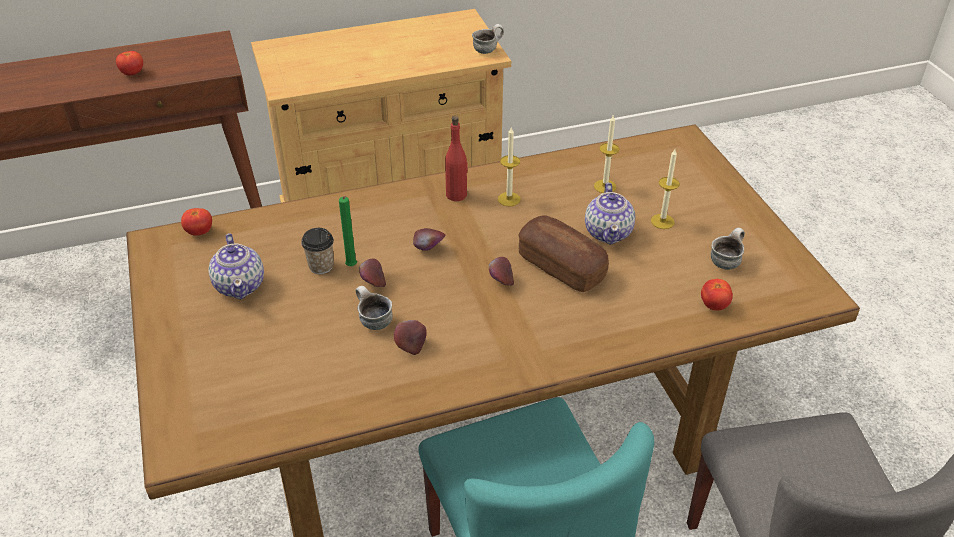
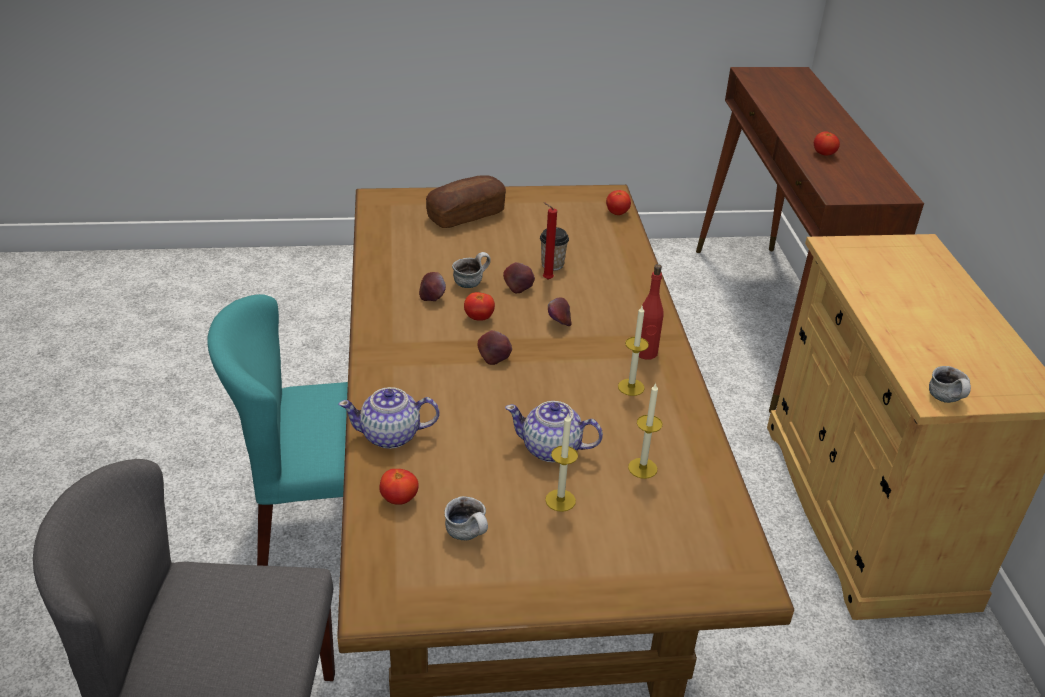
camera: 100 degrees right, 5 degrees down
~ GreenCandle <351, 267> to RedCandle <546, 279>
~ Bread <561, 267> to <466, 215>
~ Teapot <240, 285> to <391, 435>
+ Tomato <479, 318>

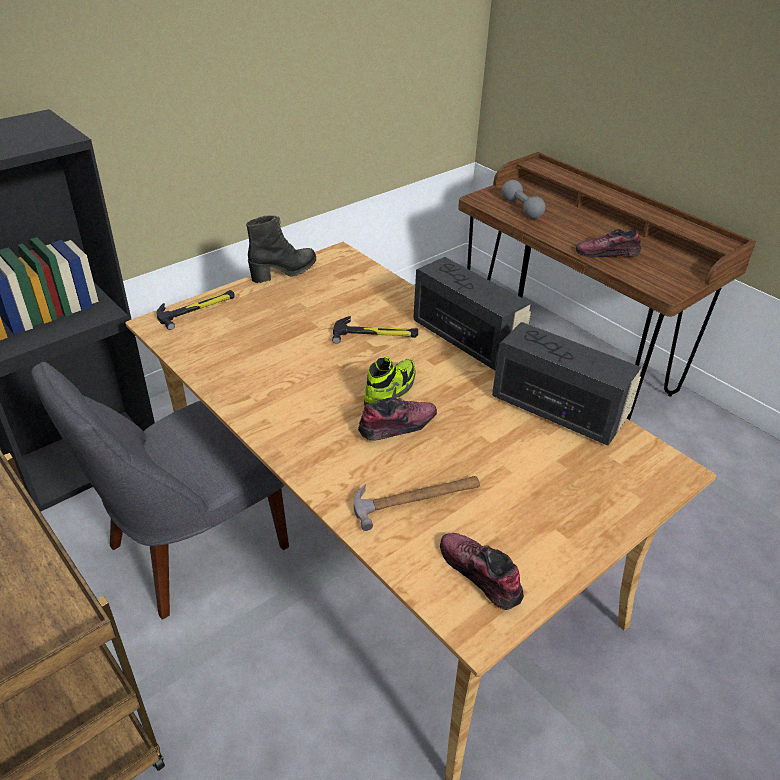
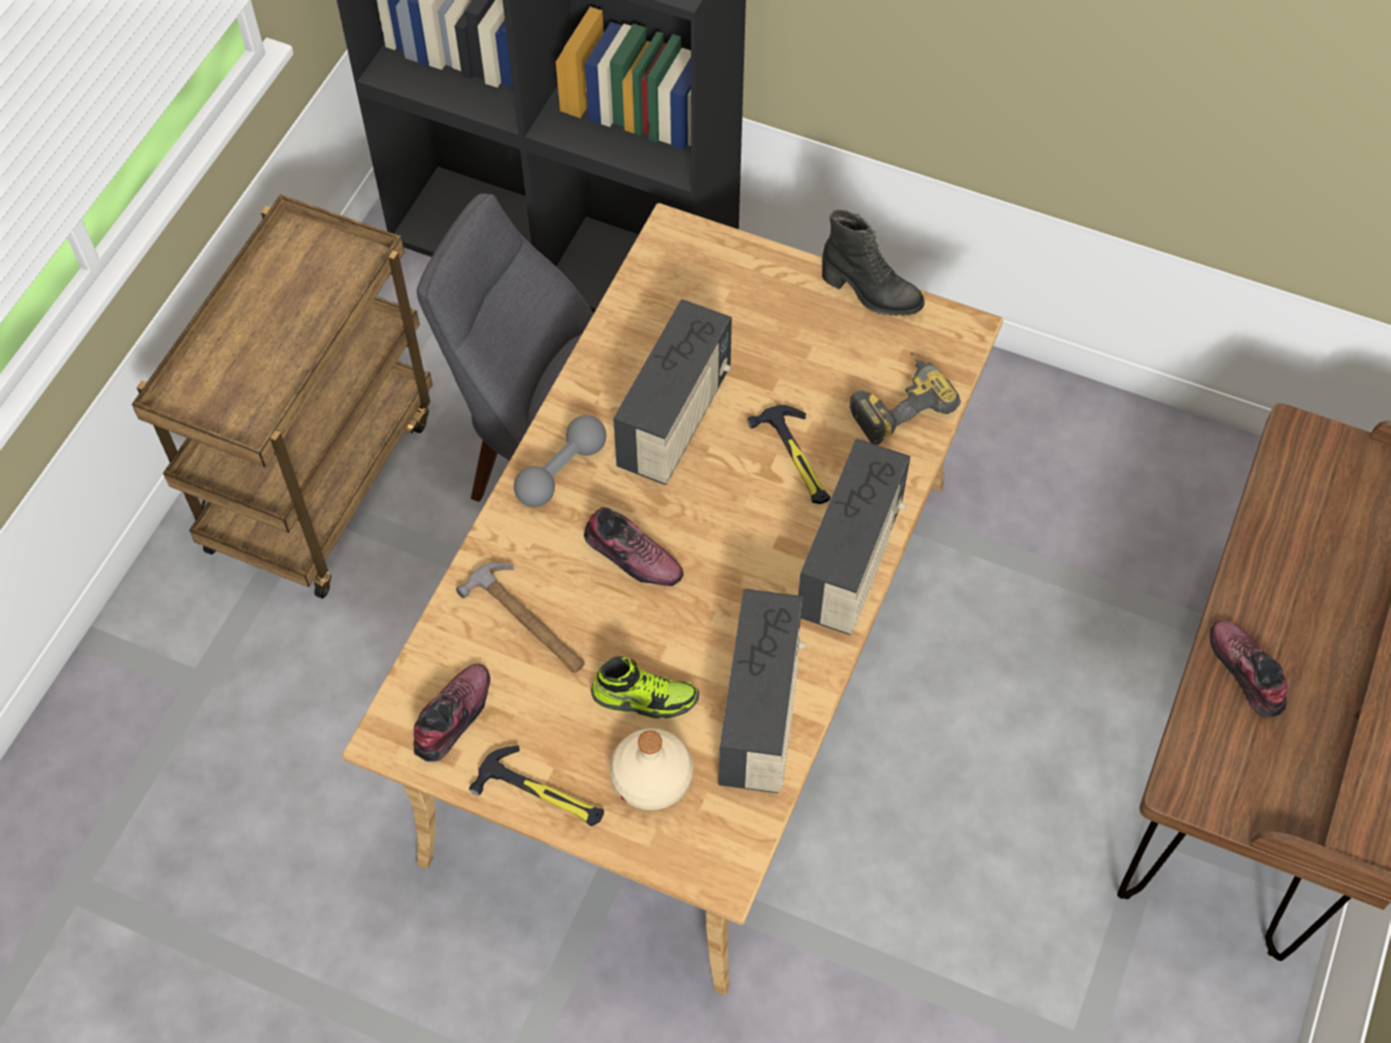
camera: 65 degrees right, 20 degrees up
~ GreyDumbbell <521, 208> to <561, 471>
~ Hammer <197, 309> to <542, 793>
~ Shoe <390, 392> to <645, 698>
+ Radio <675, 420>
+ PowerDrill <898, 403>
+ BeigeBottle <651, 778>

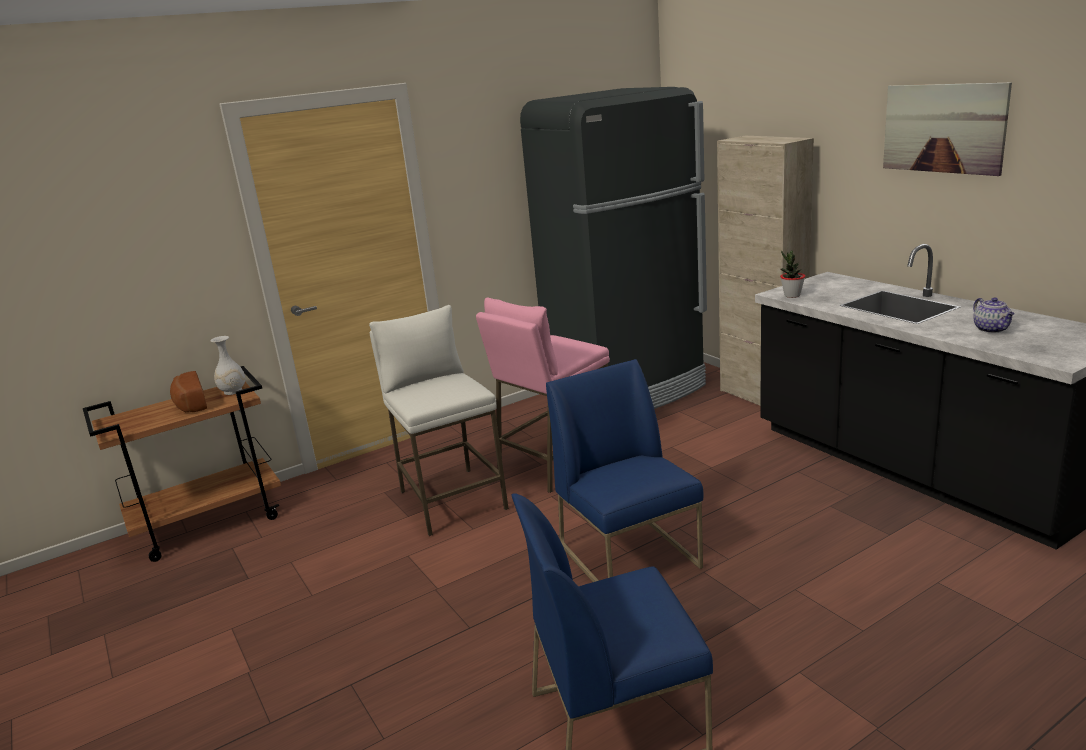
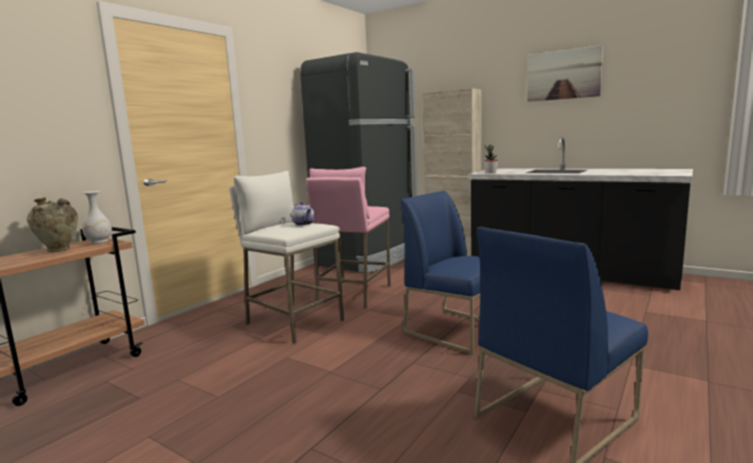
camera: 25 degrees left, 10 degrees down
~ Teapot <992, 329> to <304, 224>
~ Bread <189, 404> to BeigeVase <59, 250>

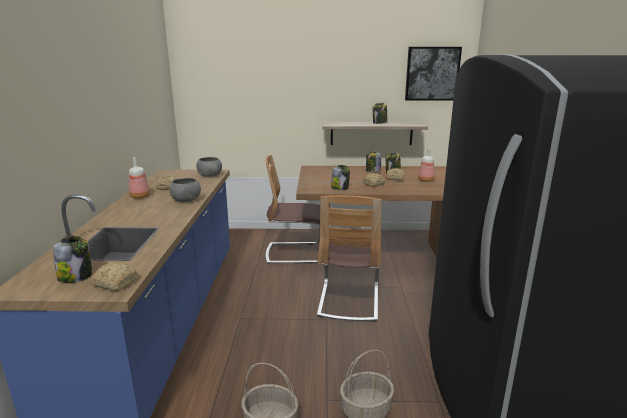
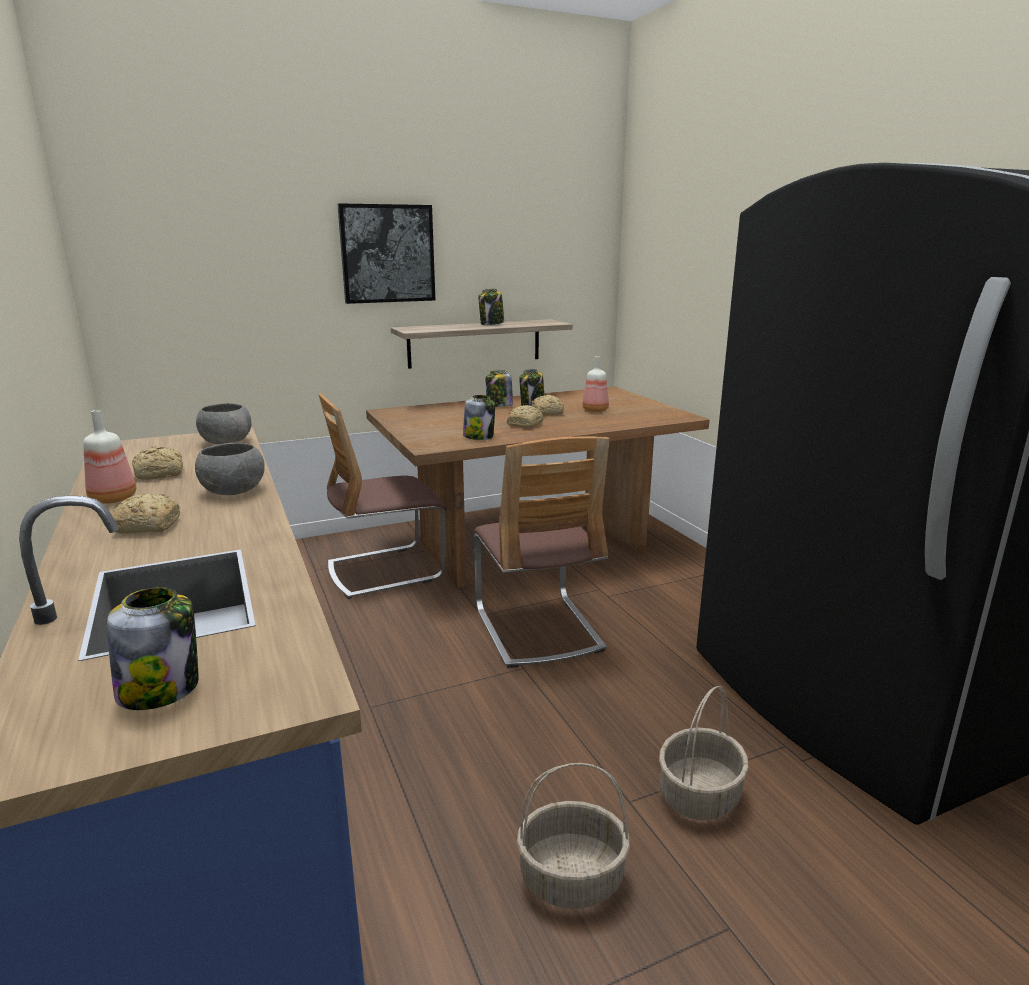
camera: 25 degrees left, 0 degrees up
~ Picture <432, 73> to <387, 254>
~ Bread <115, 283> to <146, 526>

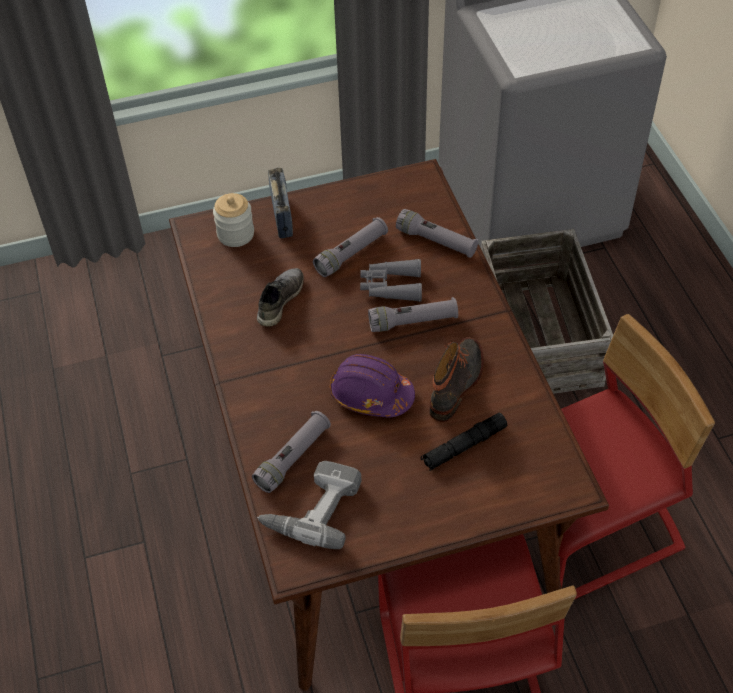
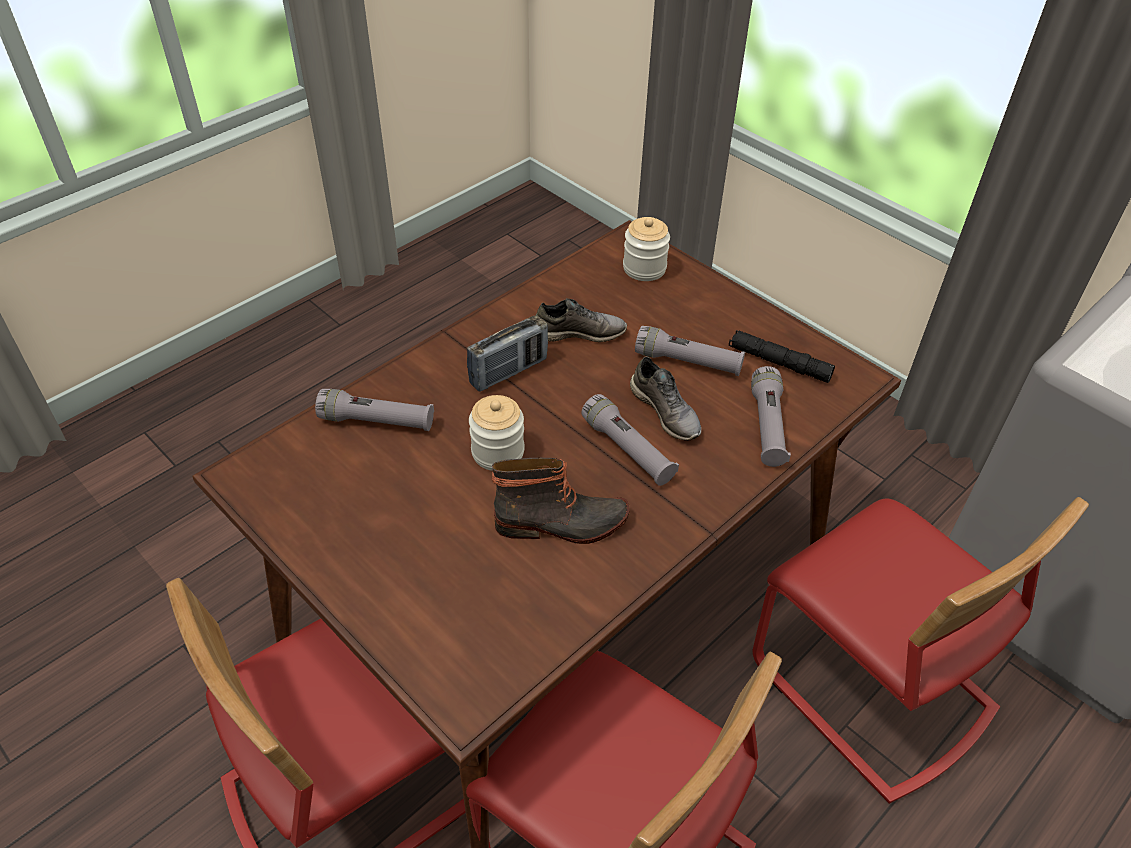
camera: 60 degrees right, 5 degrees down
~ Radio <282, 216> to <508, 372>
~ Crate <539, 336> to RedChair <870, 687>
~ GreyBinoculars <390, 286> to GreyShoe <666, 411>
~ PurpleHardHat <371, 394> to Jar <498, 452>
~ BlackFlashlight <464, 446> to <779, 363>
- PowerDrill <312, 508>

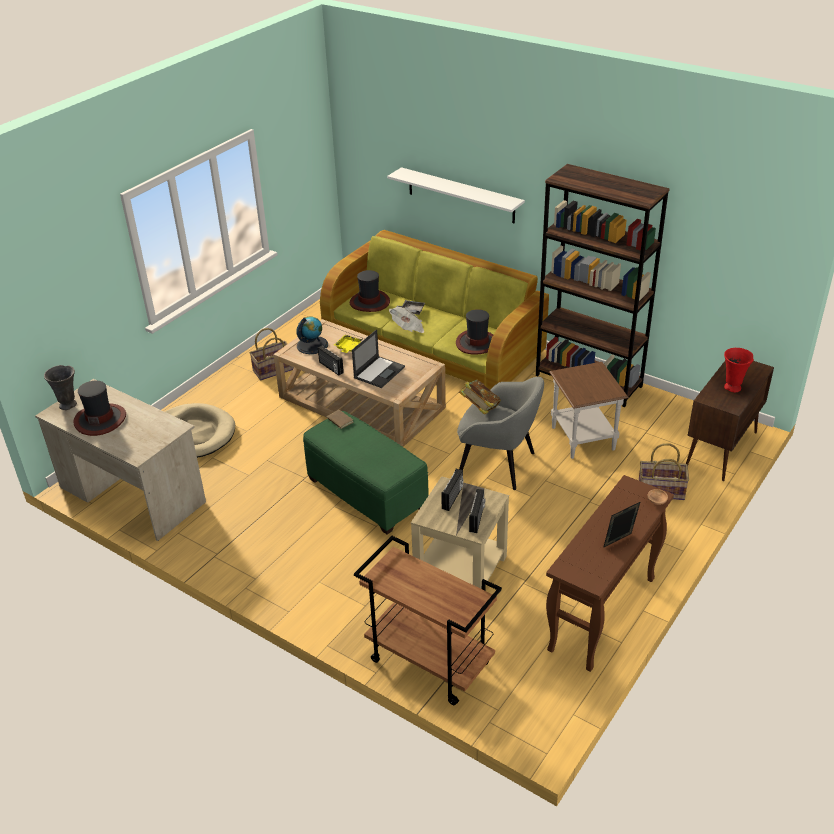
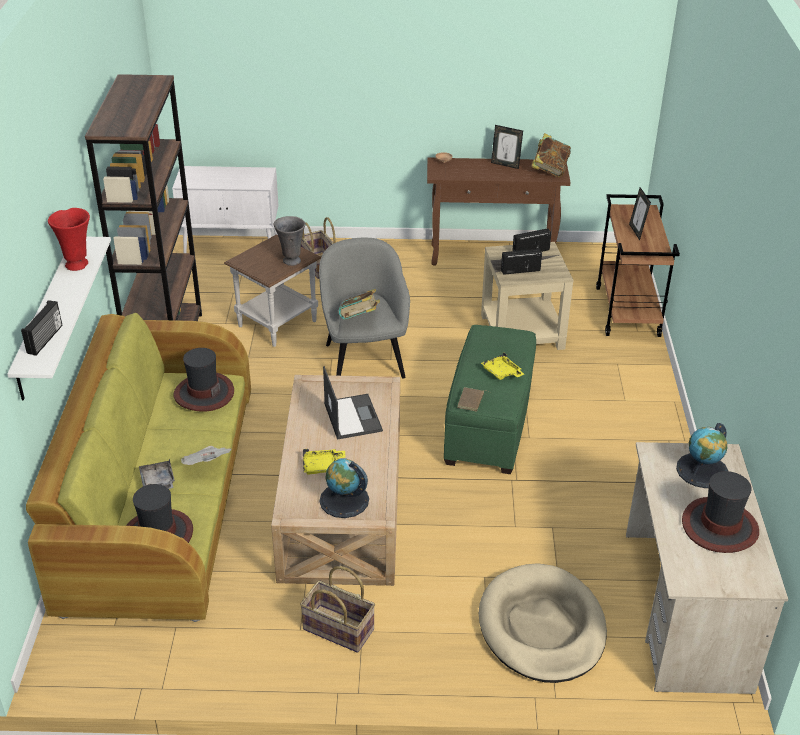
camera: 125 degrees left, 0 degrees up
~ Laptop <379, 372> = <352, 416> 75 degrees clockwise
~ Radio <330, 367> to <46, 339>
~ RedVase <732, 388> to <78, 264>
~ BrownCabinet <721, 450> to WhiteCabinet <233, 250>
~ GreyVase <68, 405> to <291, 260>
+ Book <549, 170>
+ PictureFrame <636, 232>
+ YellowTray <502, 373>
+ Globe <702, 470>

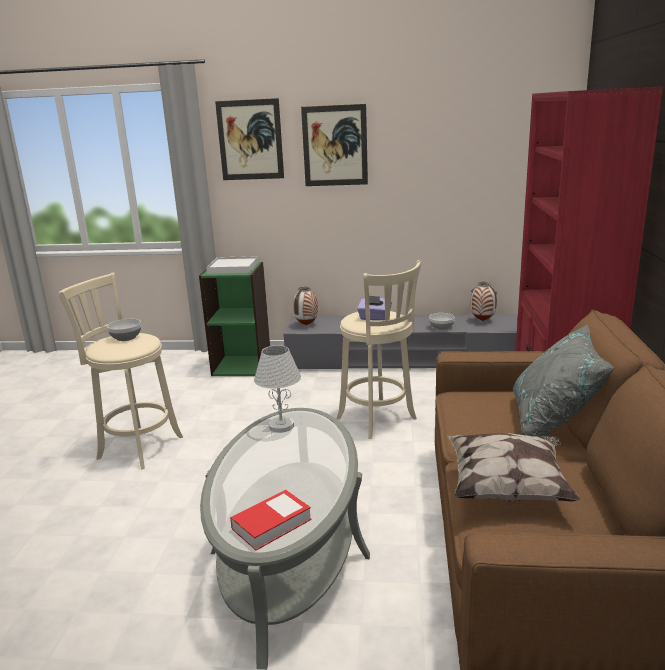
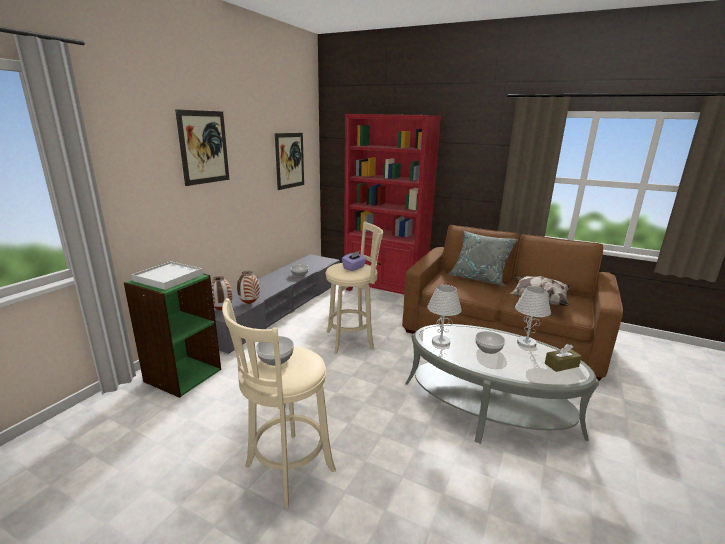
camera: 70 degrees left, 0 degrees up
~ Picture <250, 140> to <290, 160>
~ Vase <483, 320> to <249, 303>
~ Book <271, 524> to BrownTissueBox <561, 365>
+ WhiteTableLamp <526, 343>
+ Bowl <489, 349>

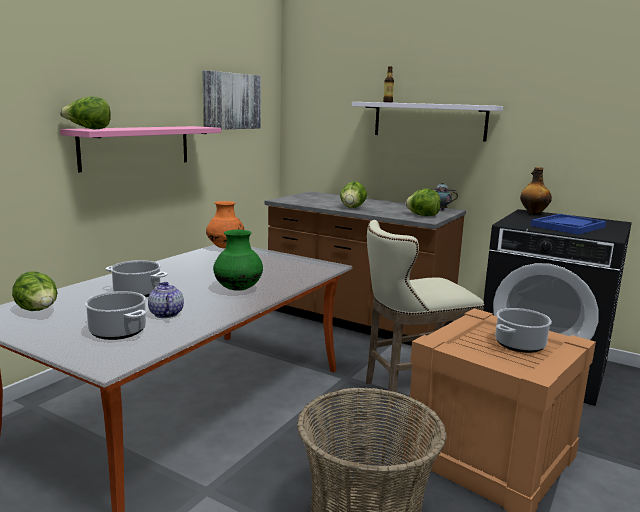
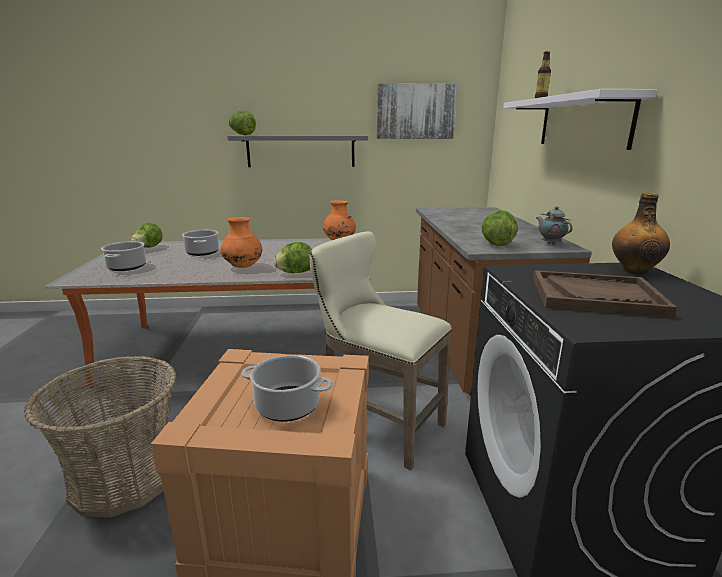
camera: 55 degrees right, 5 degrees up
~ PinkShelf <136, 147> to GreyShelf <301, 151>
~ Lettuce <352, 208> to <295, 273>
~ BlueTray <568, 226> to BrownTray <596, 296>
~ GreenVase <238, 289> to OrangeVase <243, 267>
- Teapot <165, 314>

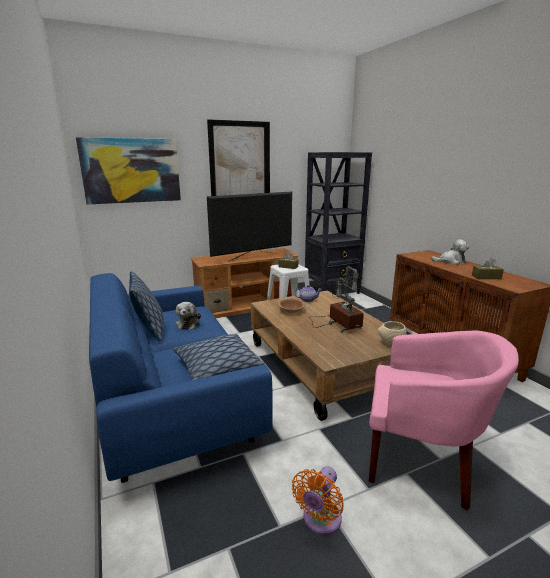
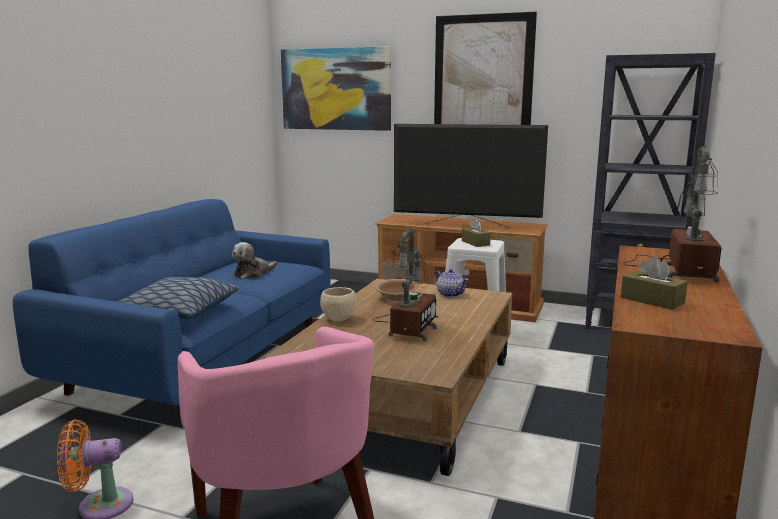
camera: 45 degrees right, 5 degrees down
~ PlushToy <450, 261> to TableLamp <680, 271>
- Pillow <149, 331>
~ BeigeBowl <391, 344> to <338, 319>

